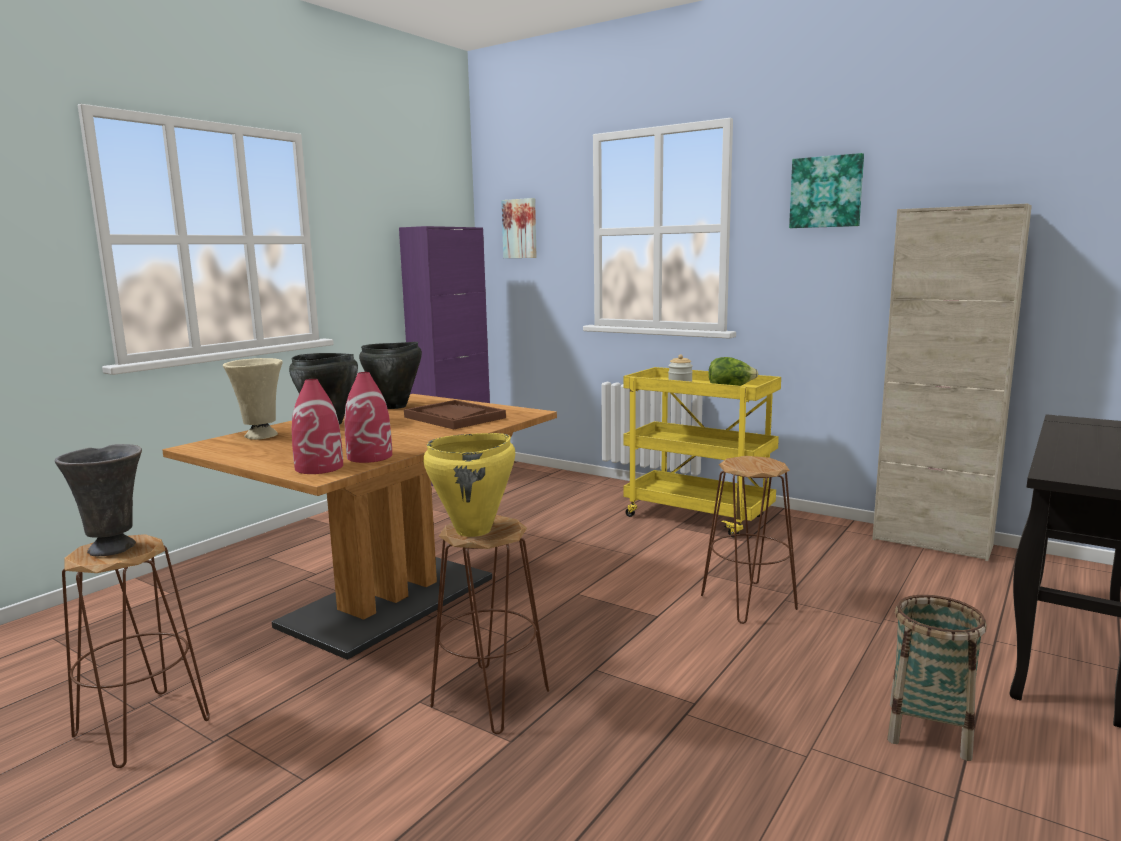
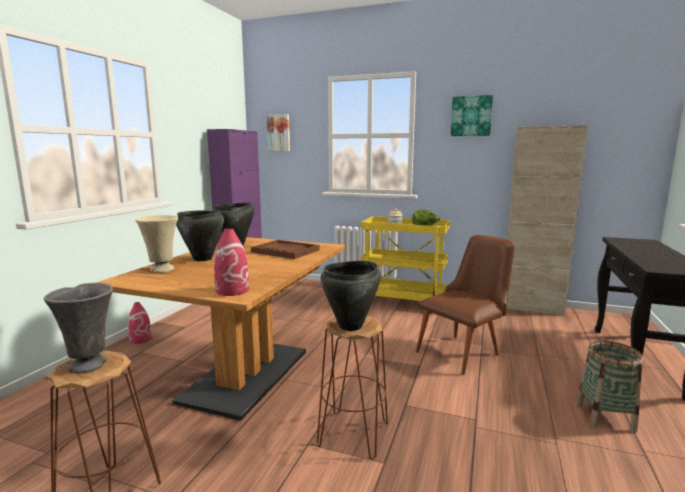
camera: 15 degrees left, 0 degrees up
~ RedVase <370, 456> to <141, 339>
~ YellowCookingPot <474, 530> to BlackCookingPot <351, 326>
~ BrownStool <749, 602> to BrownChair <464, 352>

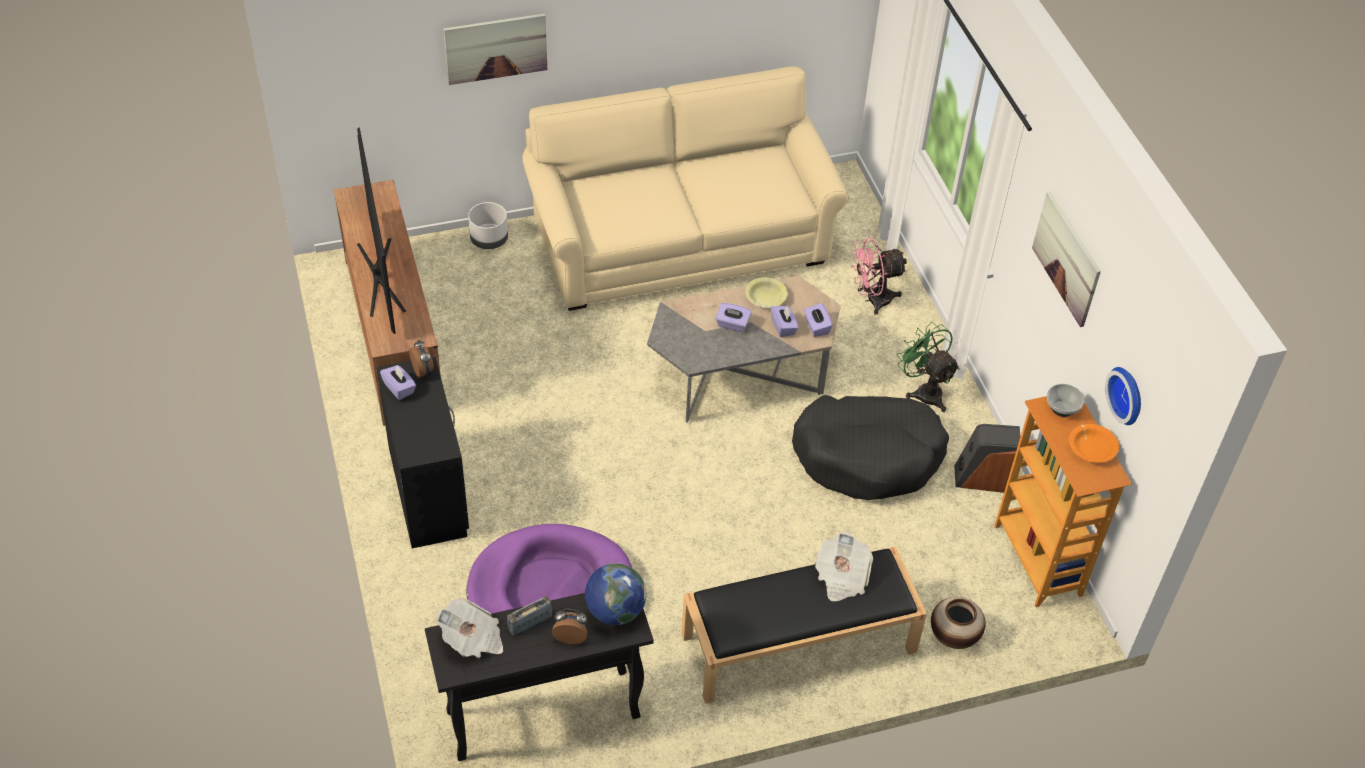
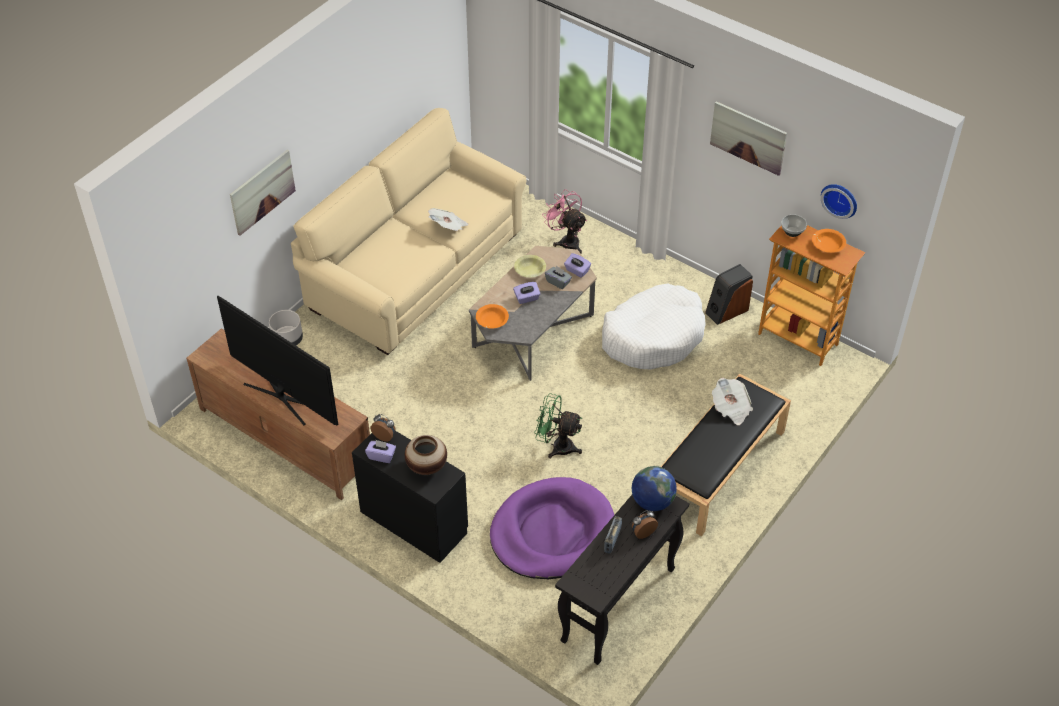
camera: 35 degrees left, 0 degrees up
~ PinkFan <872, 300> = <566, 240> 105 degrees clockwise
~ PurpleTissueBox <783, 327> to GreyTissueBox <558, 282>
~ GreenFan <924, 391> to <557, 446>
~ BlackDogBed <868, 456> to WhiteDogBed <653, 336>
~ Vase <954, 636> to <426, 466>
~ Newspaper <473, 639> to <448, 227>
+ OrangeBowl <492, 320>

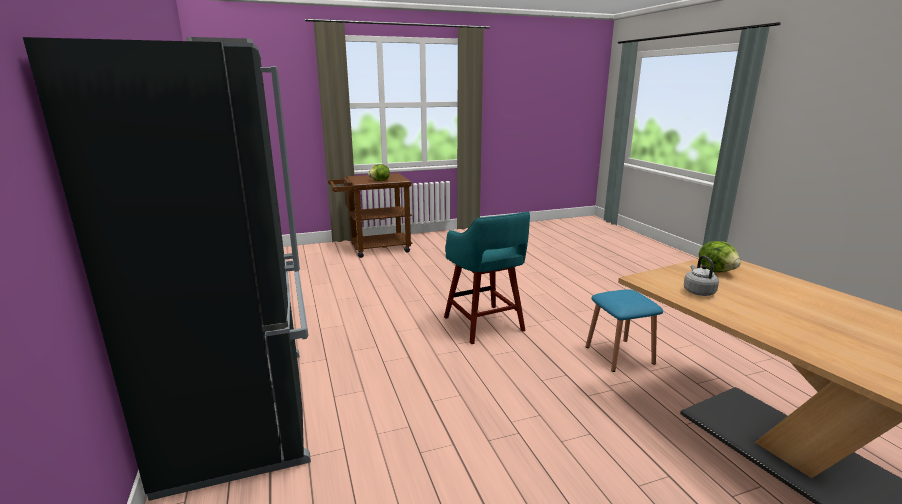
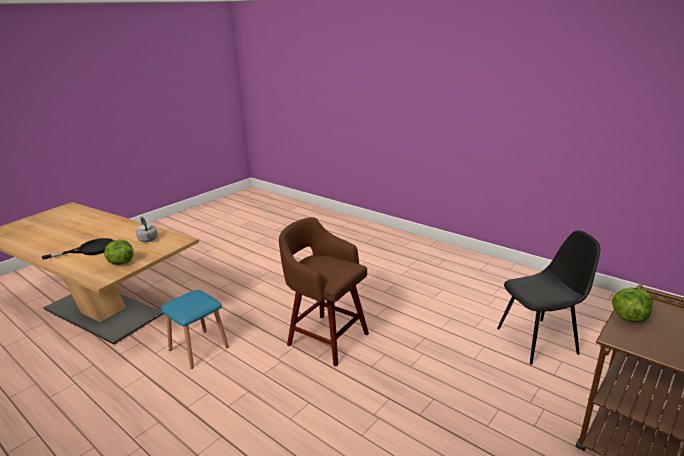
camera: 150 degrees right, 5 degrees up
- BlackFridge <243, 411>
~ TurquoiseStool <484, 325> to BrownStool <326, 338>
+ BlackChair <538, 340>
+ BlackFryingPan <90, 249>

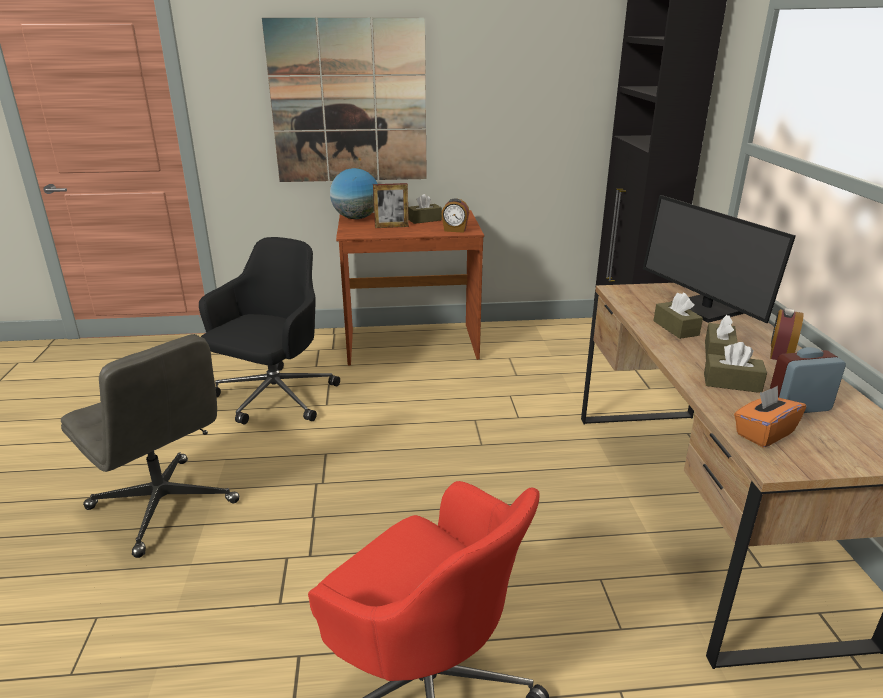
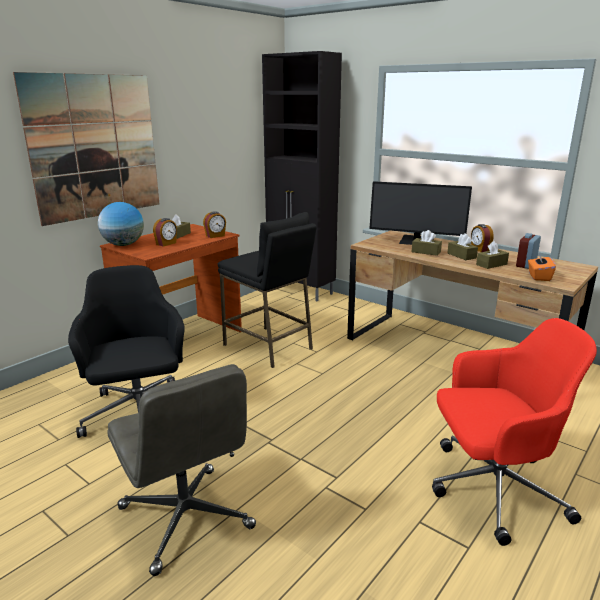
camera: 45 degrees left, 5 degrees down
~ PictureFrame <391, 227> to AlarmClock <166, 244>
~ GreyOfficeChair <164, 506> = <186, 518> 60 degrees clockwise
+ BlackStool <268, 347>

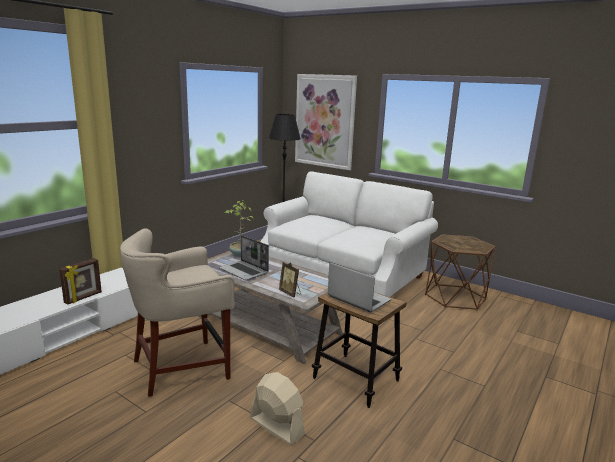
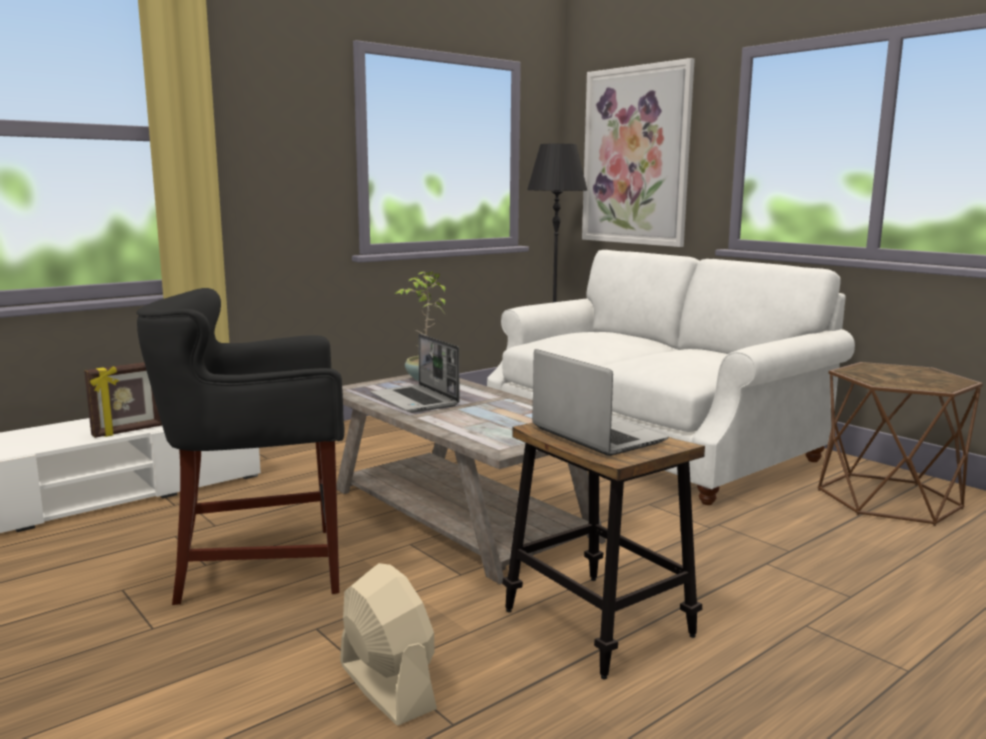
camera: 15 degrees right, 5 degrees down
~ BeigeStool <182, 368> to BlackStool <261, 566>
- PictureFrame <290, 293>

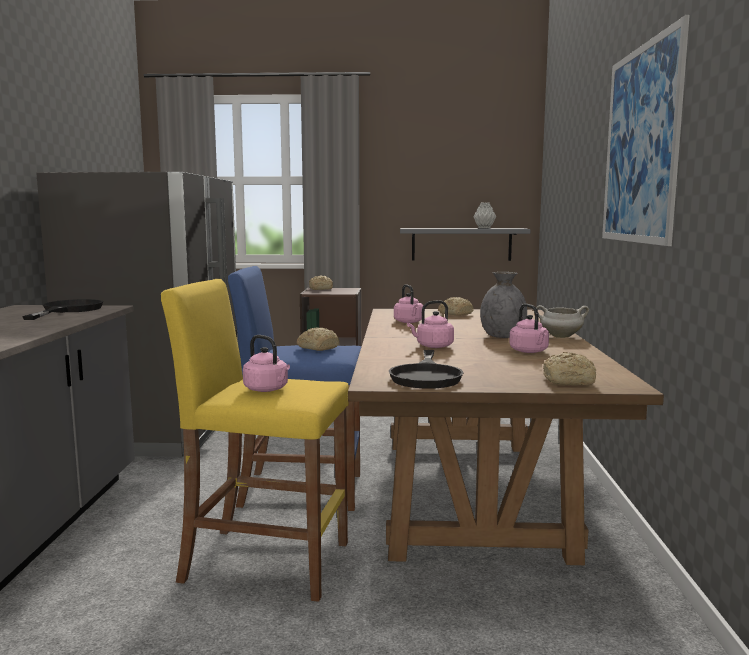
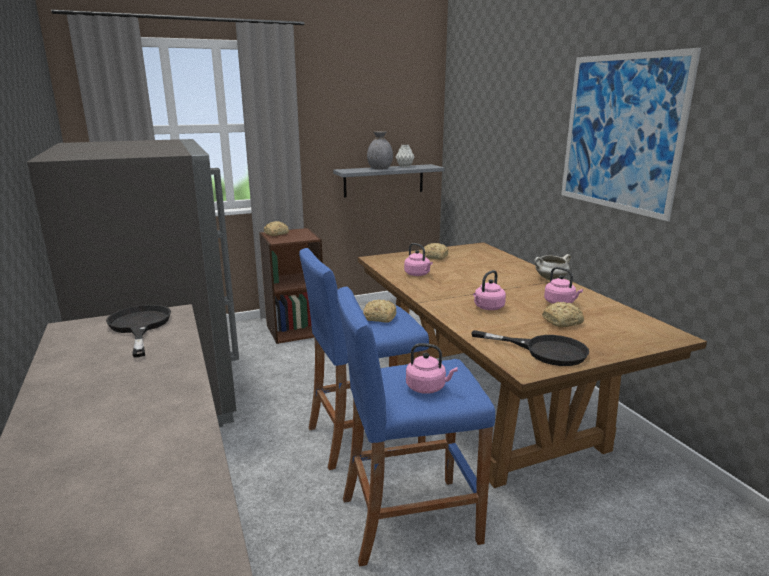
camera: 25 degrees left, 10 degrees up
~ GreyVase <502, 336> to <379, 169>
~ YellowStool <265, 562> to BlueStool <409, 519>
~ BlackFryingPan <426, 375> = <544, 350> 45 degrees counterclockwise
~ Bread <570, 381> to <563, 322>

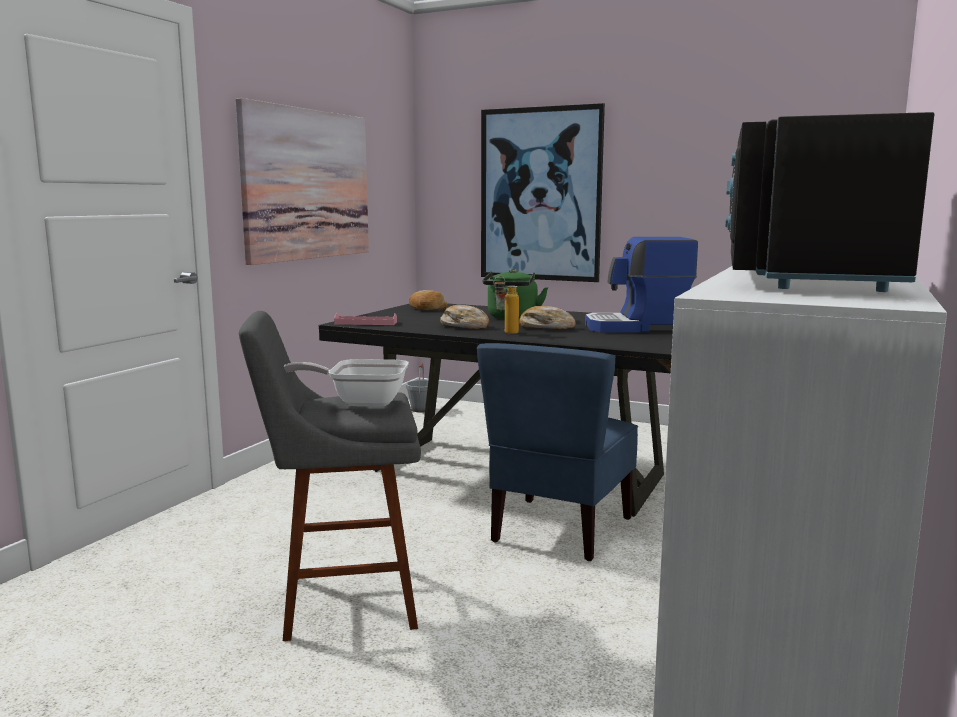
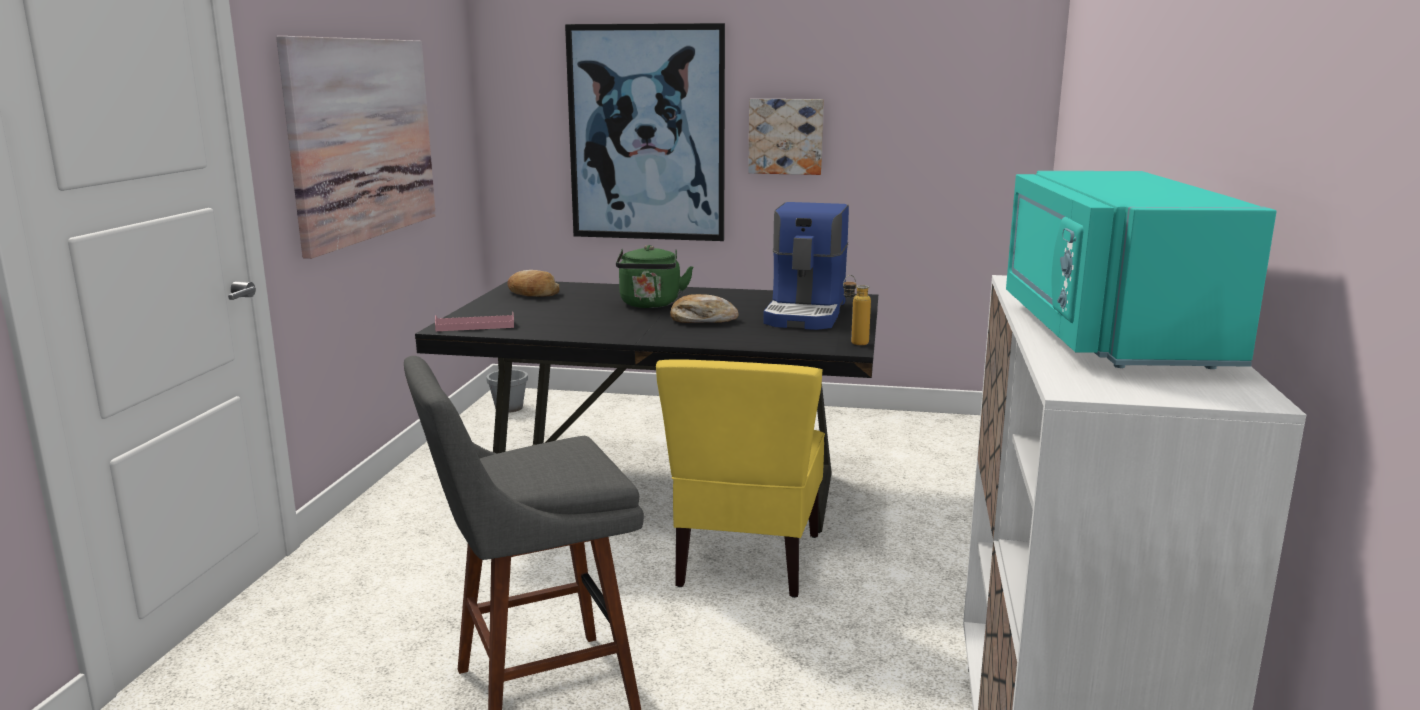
camera: 15 degrees left, 5 degrees up
~ BlackMicrowave <801, 277> to TurquoiseMicrowave <1105, 333>
~ CoffeeMachine <638, 328> = <807, 313> 60 degrees counterclockwise
~ Bottle <505, 333> to <854, 344>
- Bread <465, 326>
~ BlueChair <560, 529> to YellowChair <746, 560>
- FryingPan <361, 402>
+ Picture <786, 136>

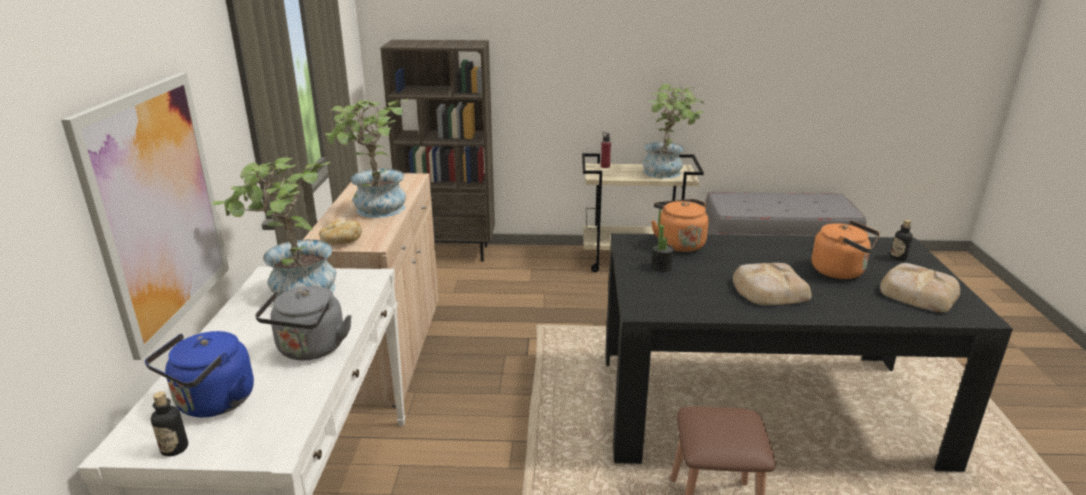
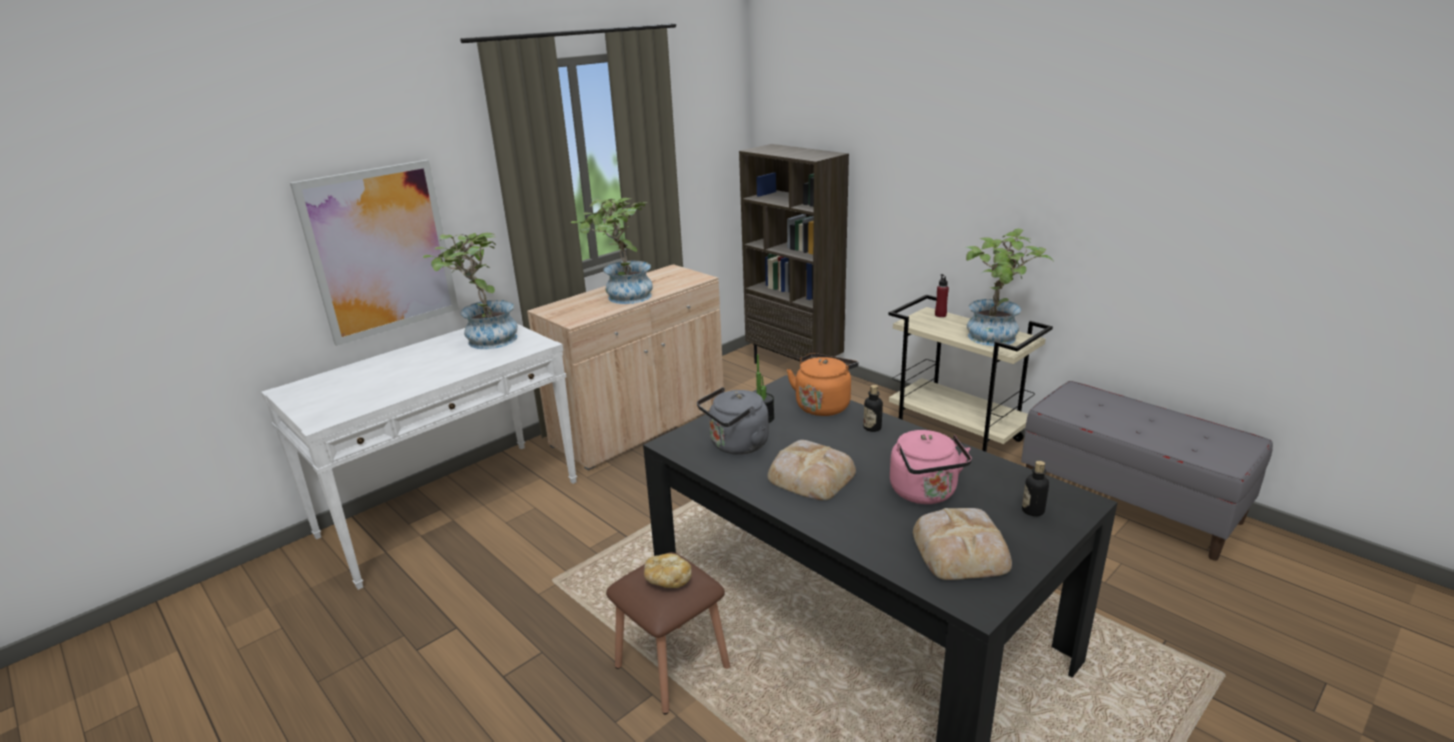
camera: 45 degrees right, 0 degrees up
~ Bread <341, 242> to <667, 580>
~ OrangeKettle <841, 271> to PinkKettle <925, 493>
~ GreyKettle <310, 350> to <736, 446>
- BlueKettle <212, 403>
~ Bottle <174, 448> to <872, 428>

